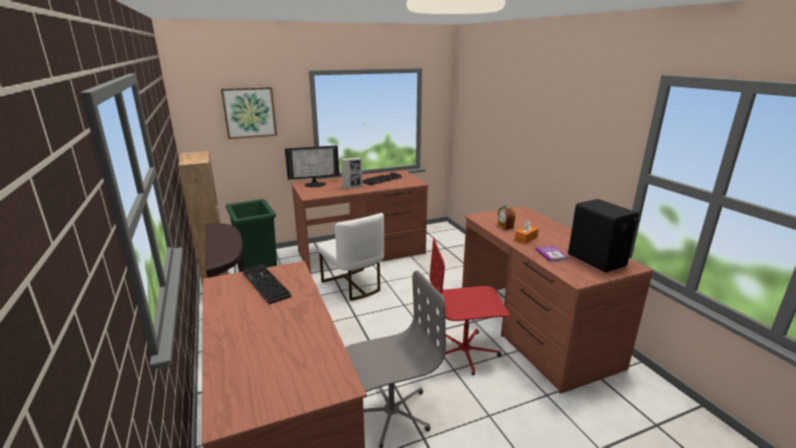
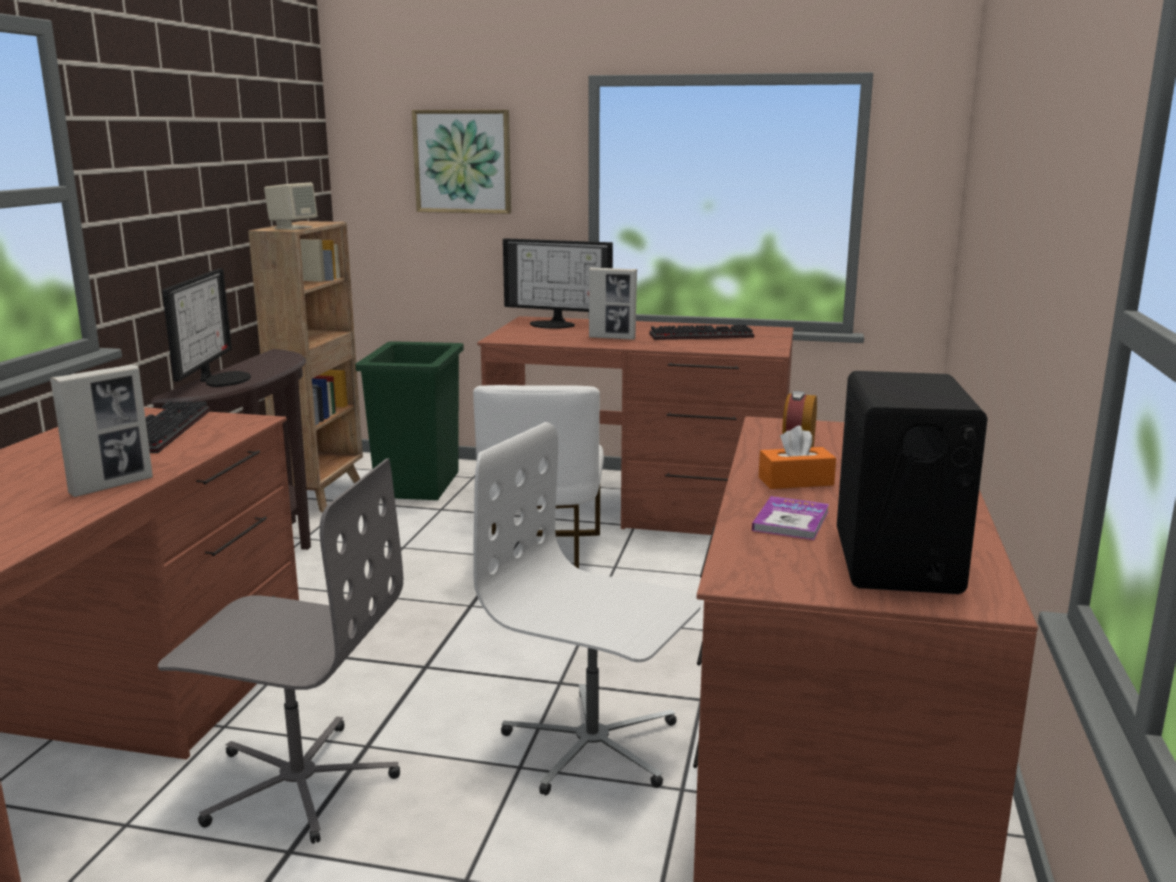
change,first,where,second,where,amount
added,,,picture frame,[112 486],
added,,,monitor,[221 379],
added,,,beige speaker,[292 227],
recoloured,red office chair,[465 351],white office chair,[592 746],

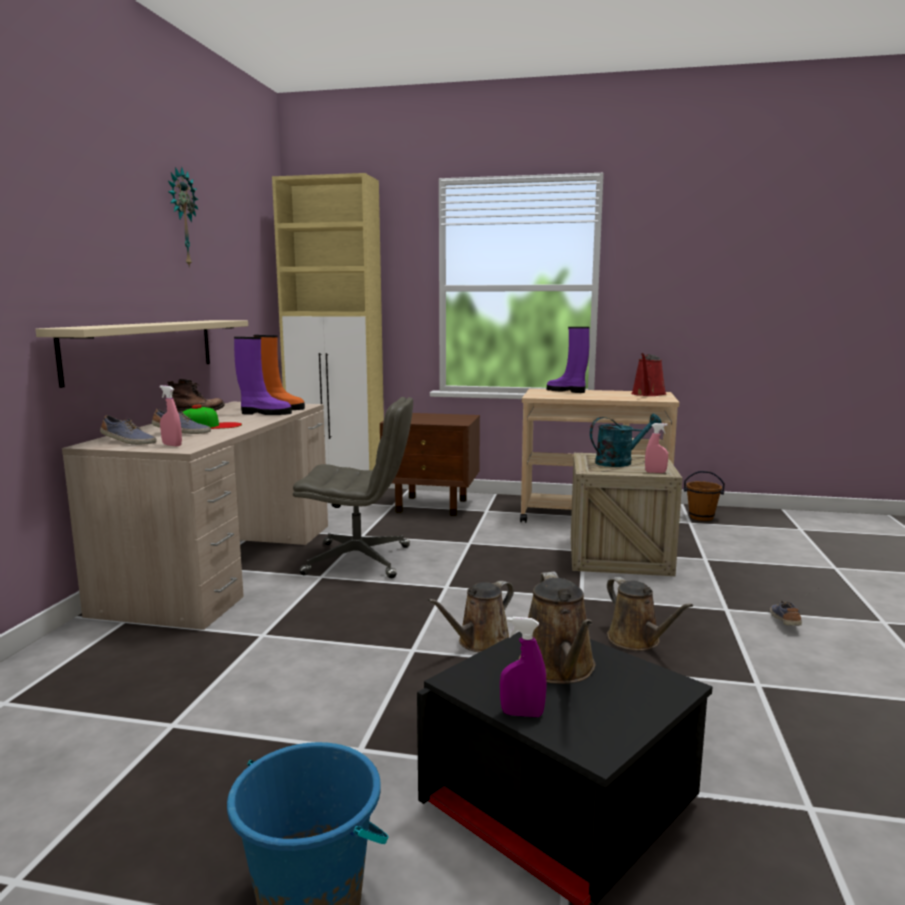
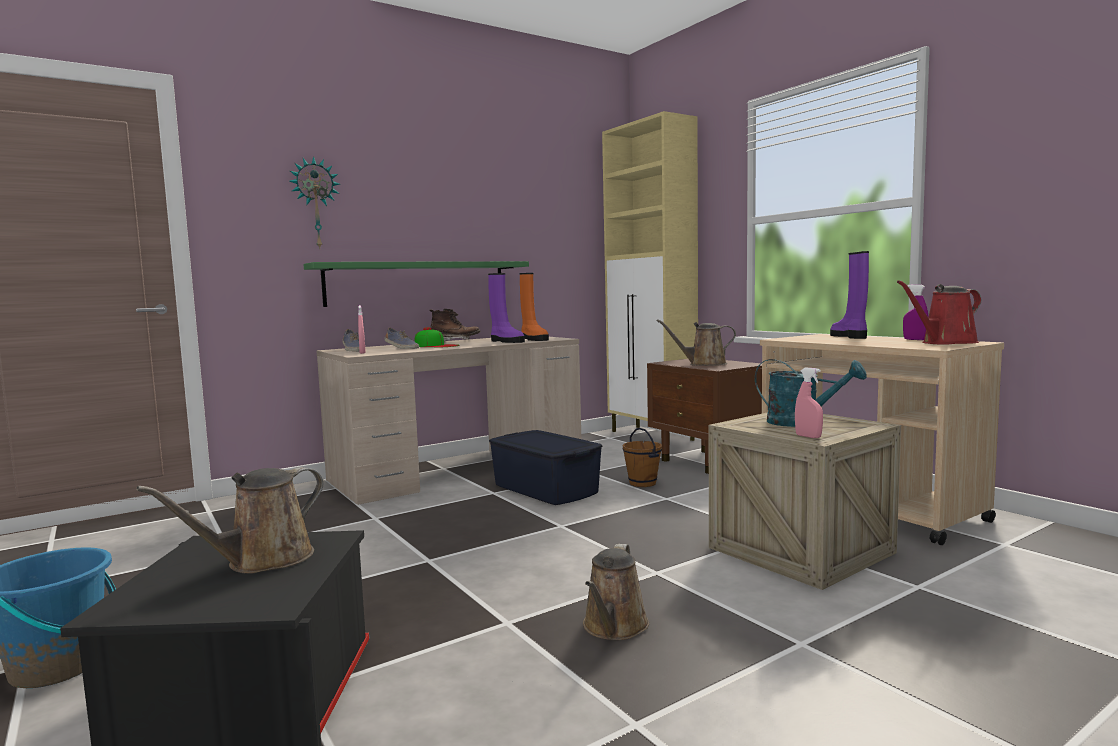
change,first,where,second,where,amount
removed,shoe,[785 622],,,
moved,wall clock,[181 218],,[315 203],
moved,brown watering can,[480 642],,[703 364],
moved,purple spray bottle,[522 714],,[915 339],
moved,brown bucket,[701 517],,[643 483],
replaced,grey office chair,[359 560],blue storage box,[545 489],
recoloured,beige shelf,[143 348],green shelf,[418 283],

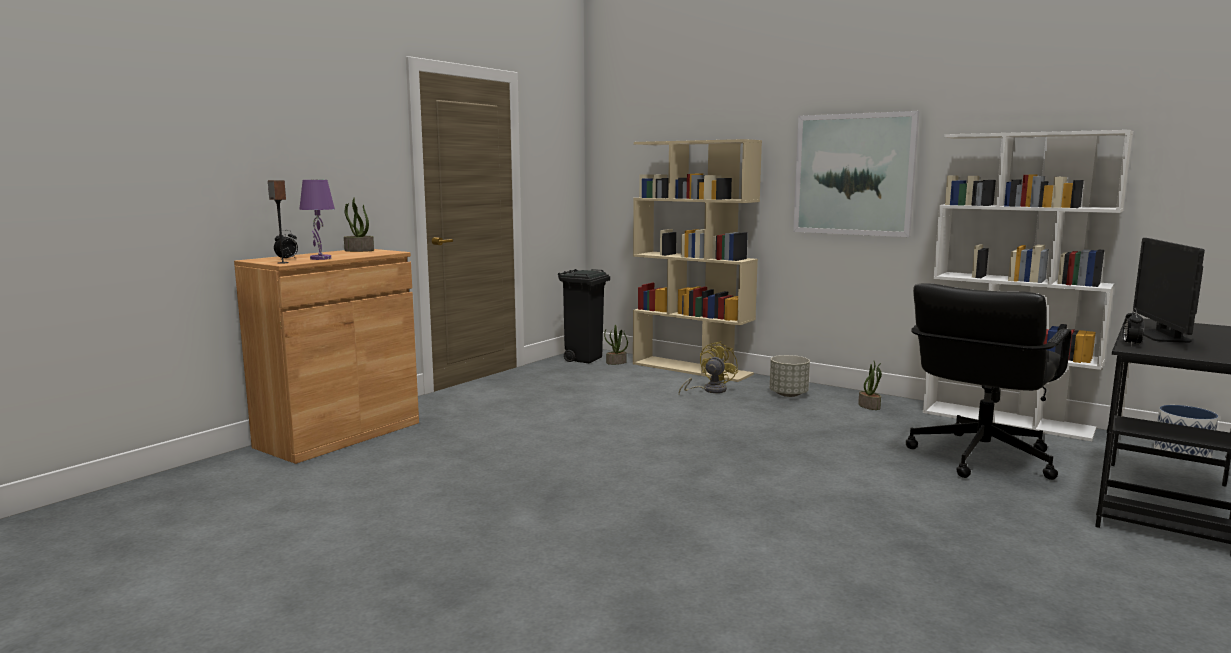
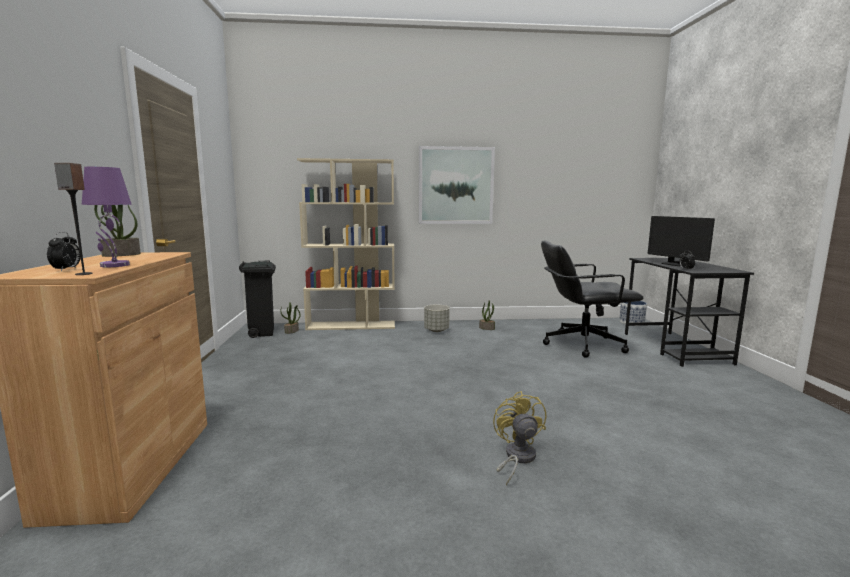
change,first,where,second,where,amount
removed,white bookcase,[1007 420],,,
moved,yellow fan,[709 390],,[517 458],
turned,black office chair,[979 458],,[582 344],90 degrees clockwise

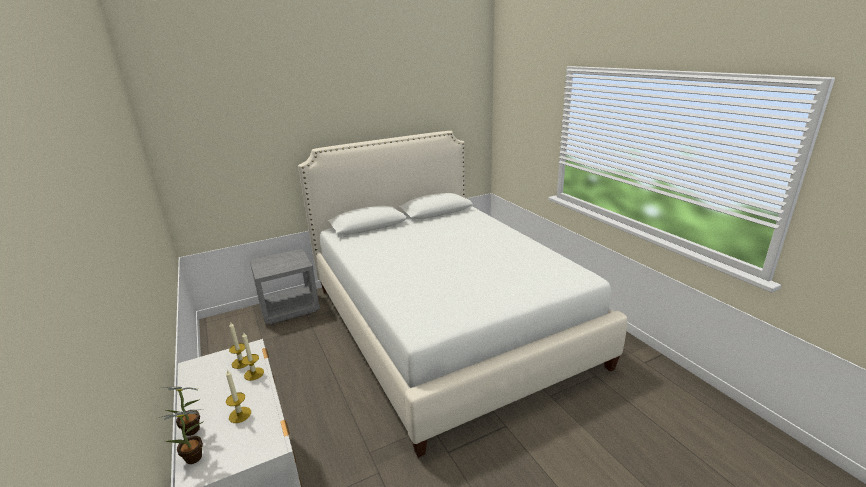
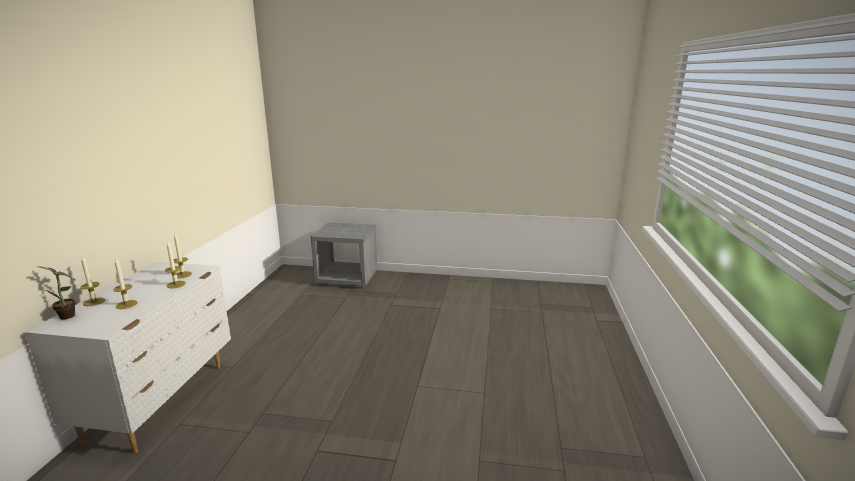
change,first,where,second,where,amount
removed,white bed,[445 323],,,
replaced,potted plant,[194 430],candle,[94 302],

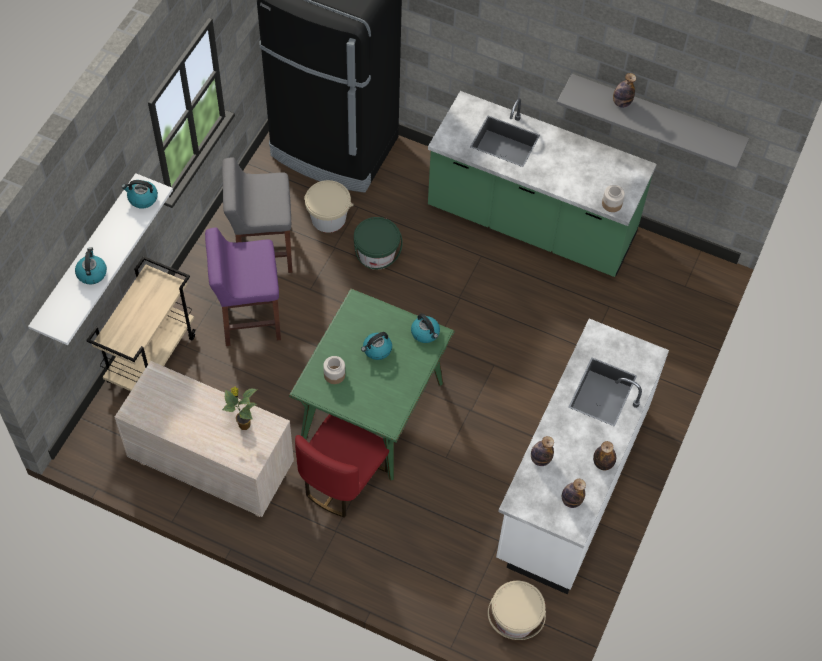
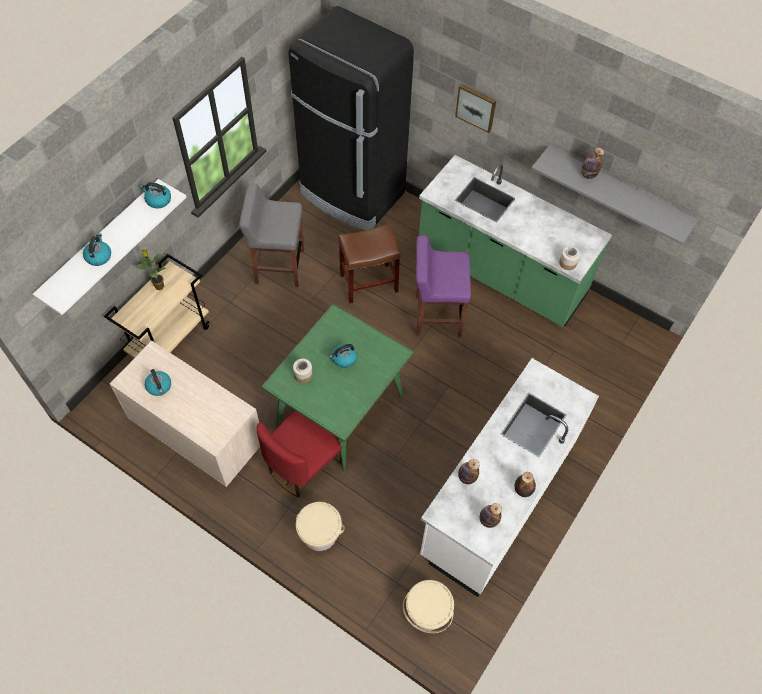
change,first,where,second,where,amount
added,,,picture,[476 107],
moved,purple stool,[249 318],,[436 316],
moved,potted plant,[243 424],,[158 286],
moved,beige bucket,[328 218],,[320 534],
moved,kettle,[425 333],,[159 386],
replaced,green bucket,[376 255],brown stool,[369 282],

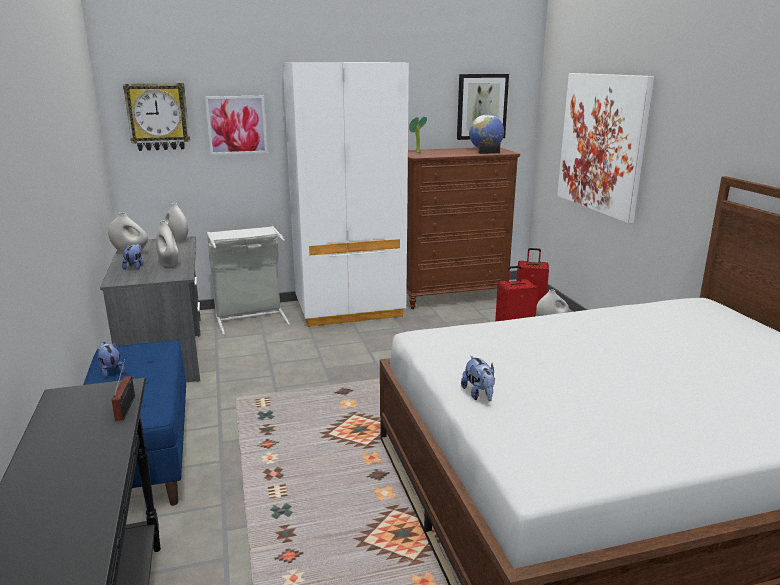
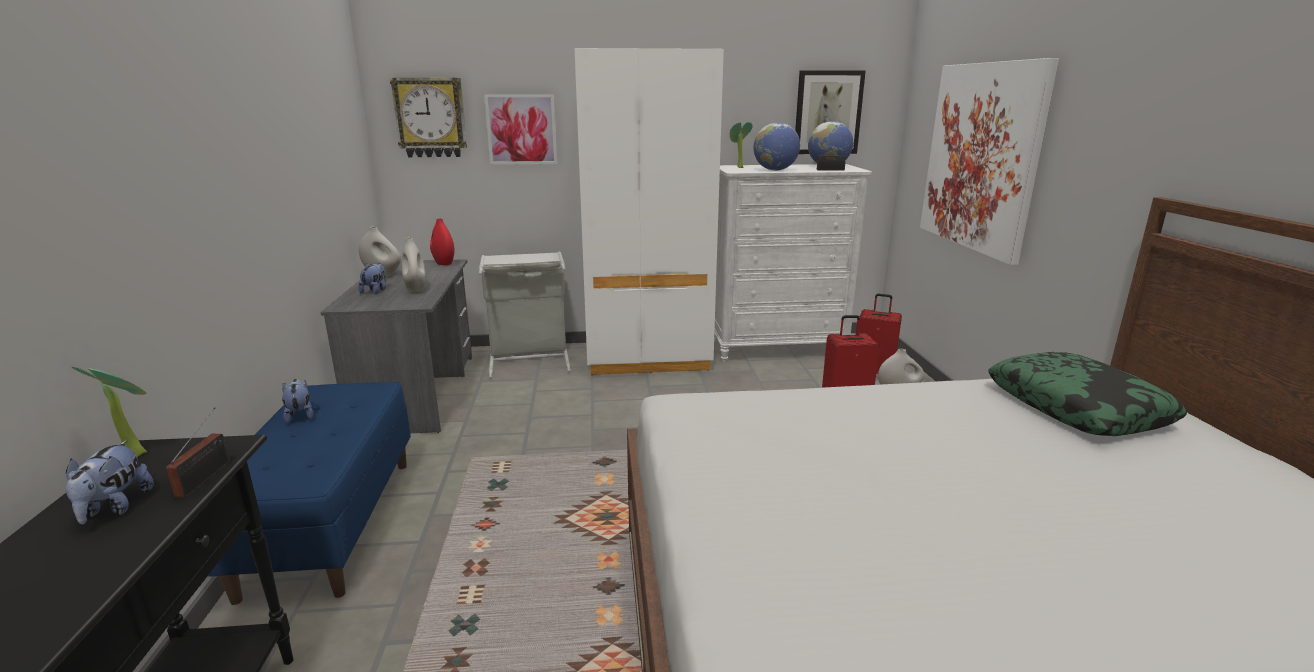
change,first,where,second,where,amount
added,,,potted plant,[135 453],
added,,,globe,[775 170],
added,,,pillow,[1077 407],
moved,plush toy,[479 394],,[115 508],
recoloured,white vase,[177 240],red vase,[443 263],
recoloured,brown dresser,[451 295],white dresser,[777 348],

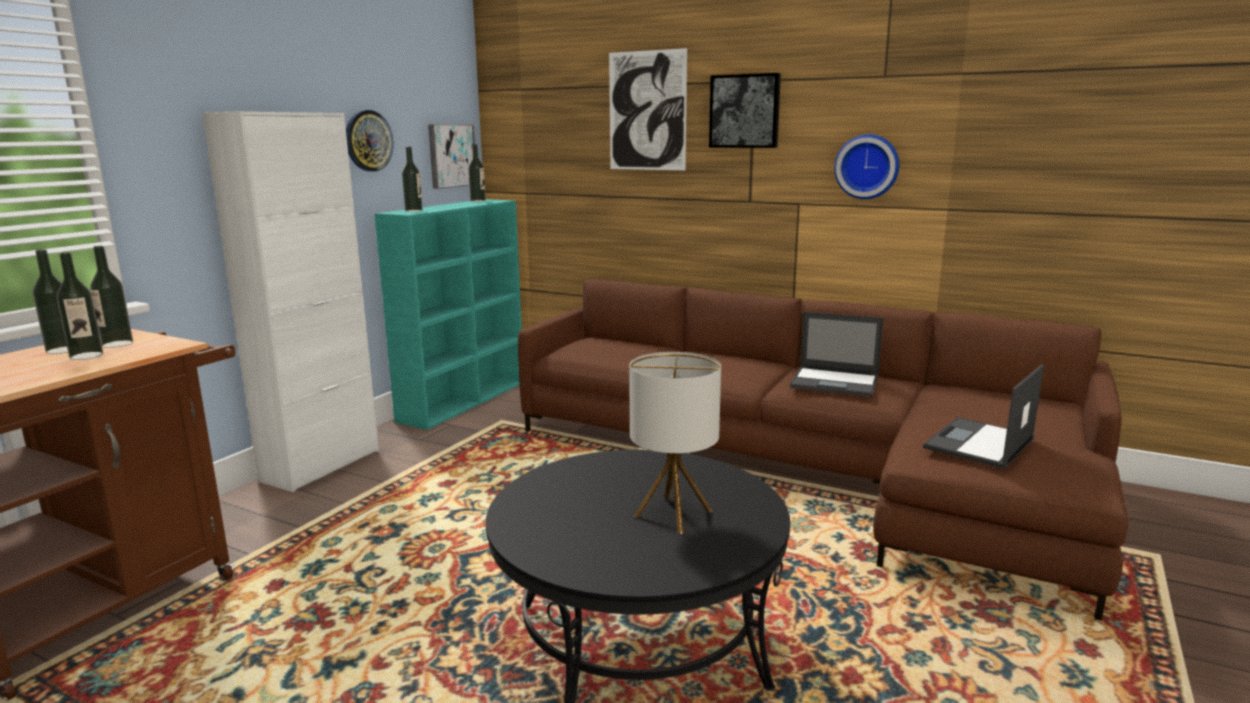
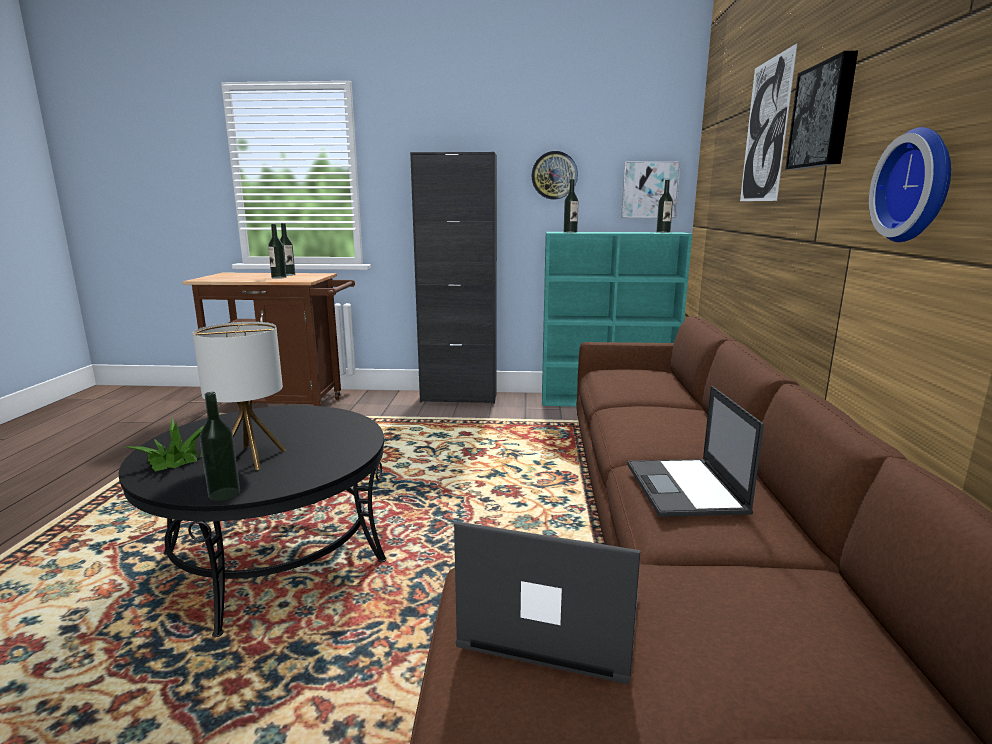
change,first,where,second,where,amount
added,,,potted plant,[175 459],
moved,bottle,[117 344],,[224 494],
recoloured,white cabinet,[321 465],black cabinet,[459 397],

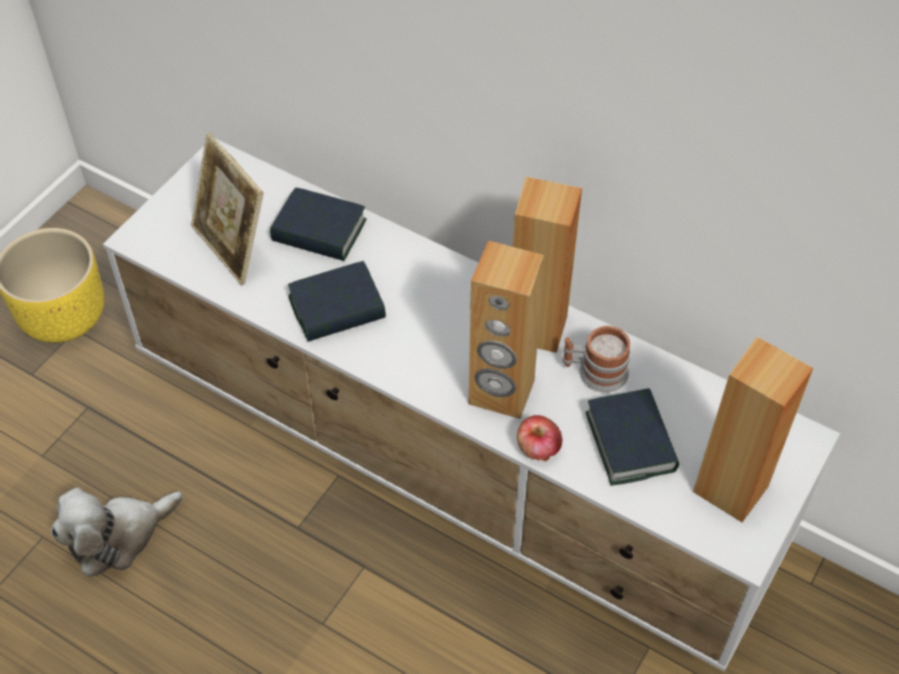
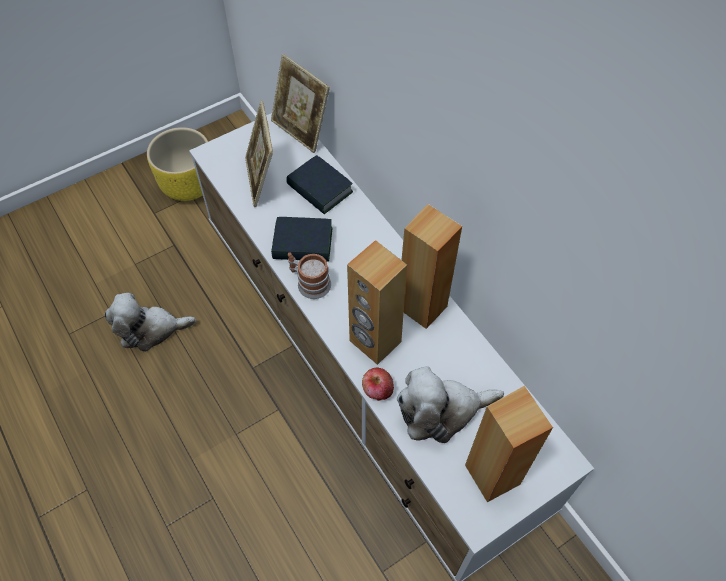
change,first,where,second,where,amount
added,,,picture frame,[301 130],
moved,mug,[594 372],,[309 282],
replaced,book,[630 442],plush toy,[441 411],

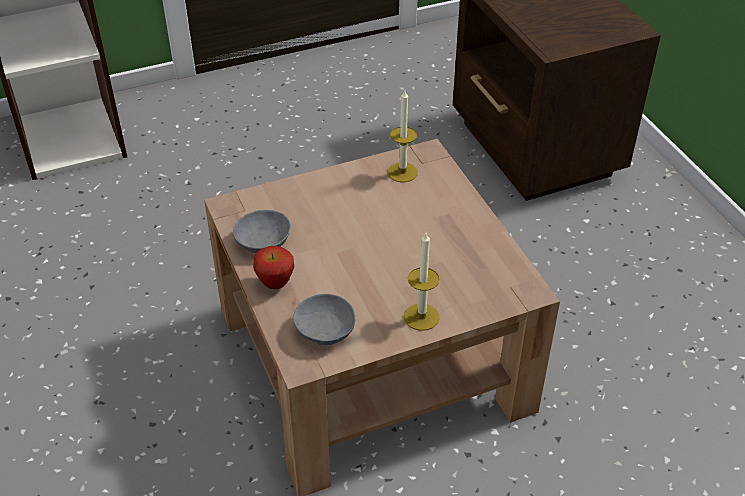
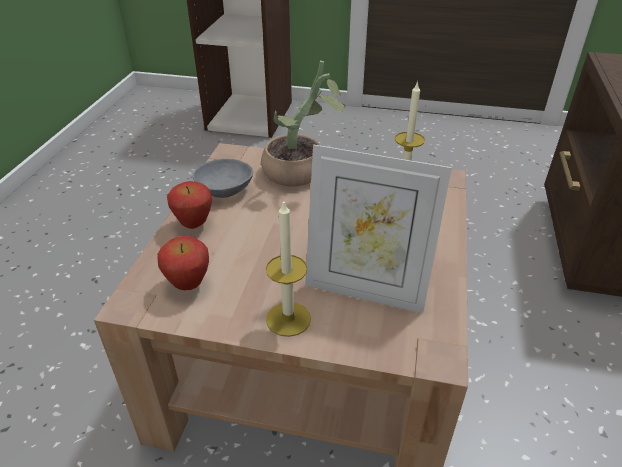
change,first,where,second,where,amount
added,,,potted plant,[301 172],
added,,,picture frame,[365 290],
replaced,grey bowl,[327 330],apple,[188 284],

